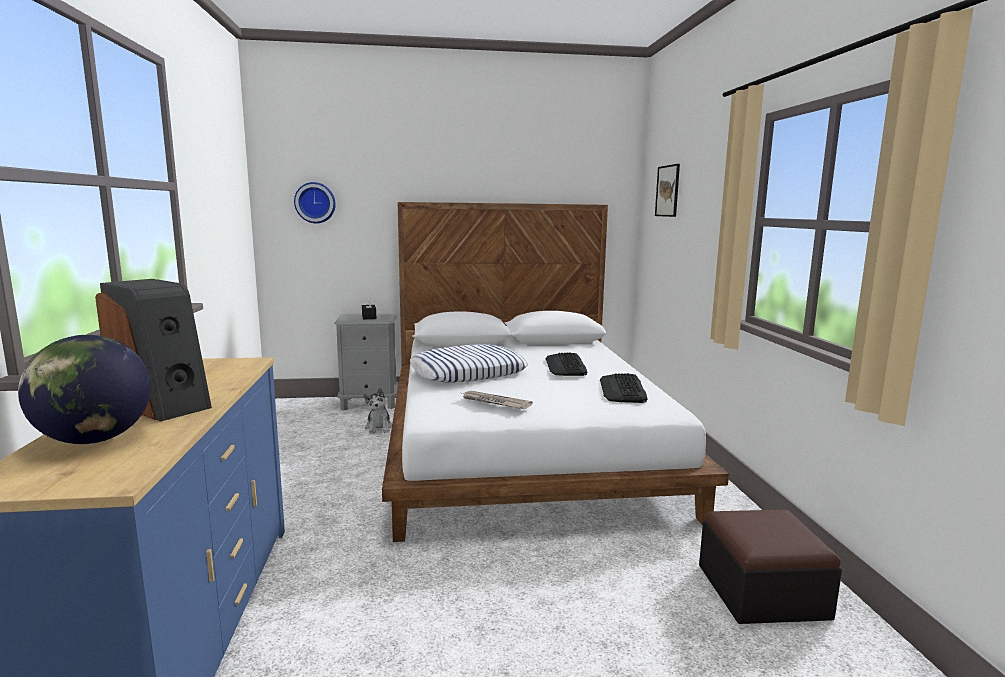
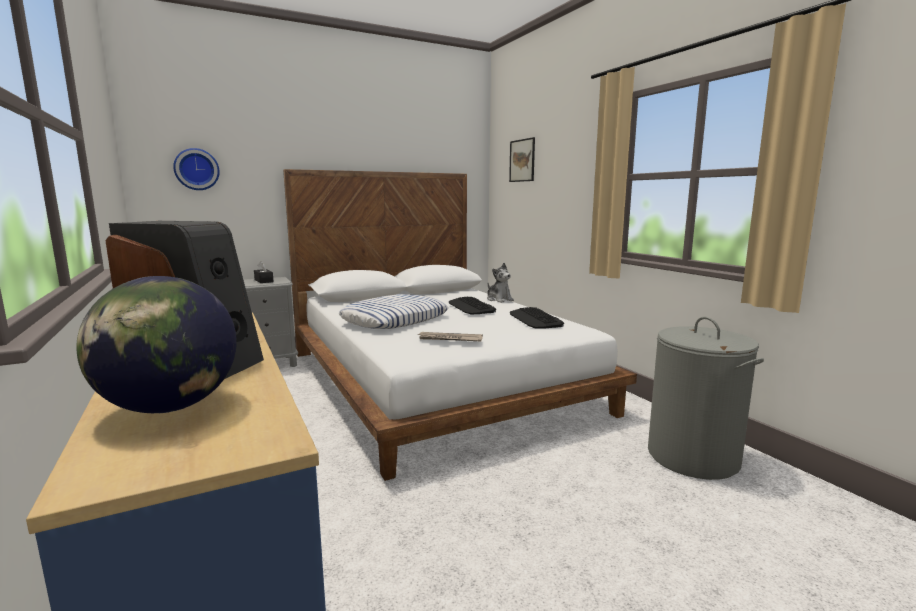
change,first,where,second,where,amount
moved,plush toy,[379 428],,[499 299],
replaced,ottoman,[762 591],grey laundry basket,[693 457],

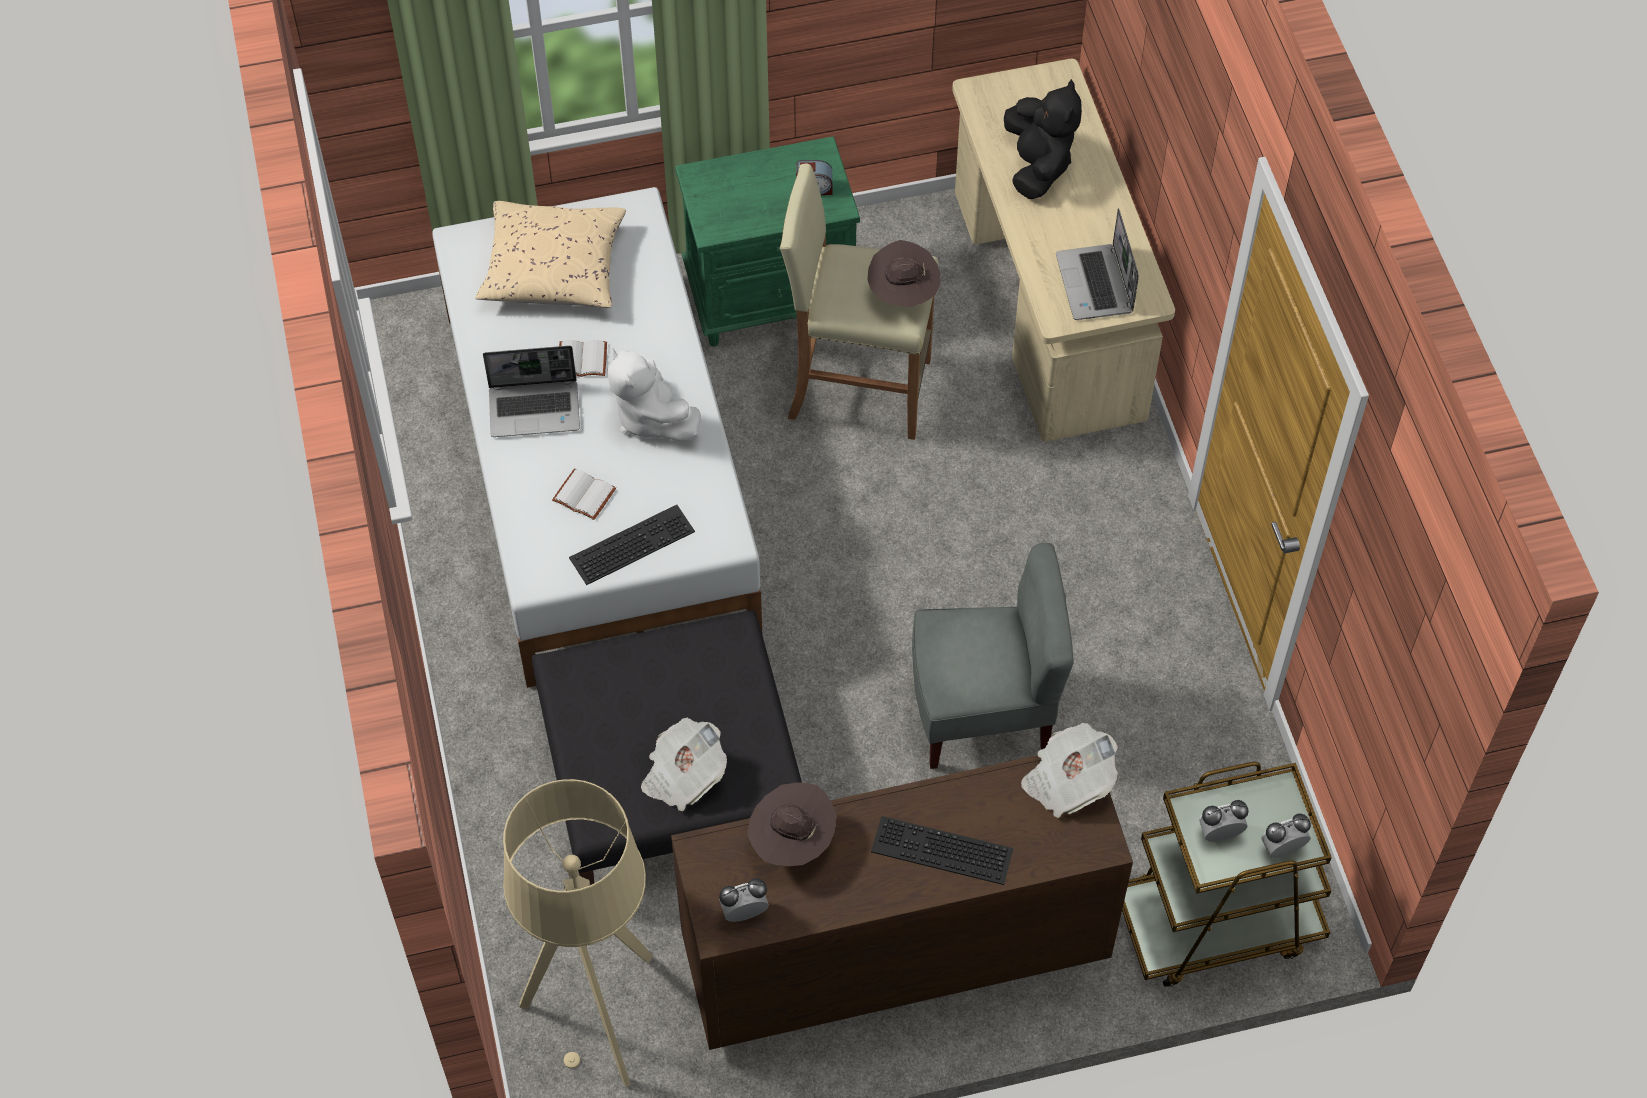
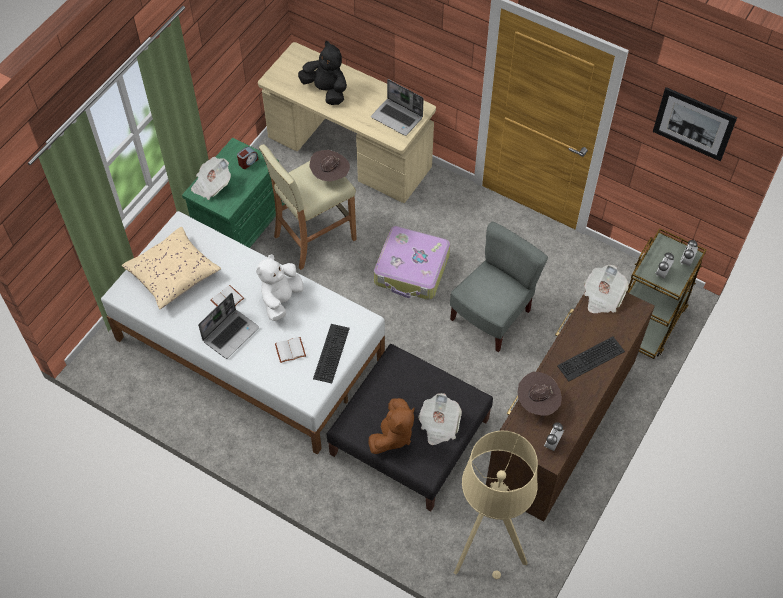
change,first,where,second,where,amount
added,,,newspaper,[211 185],
added,,,brown plush toy,[393 435],
added,,,suitcase,[412 270],
added,,,picture,[694 123],
turned,white plush toy,[650 417],,[281 299],105 degrees clockwise

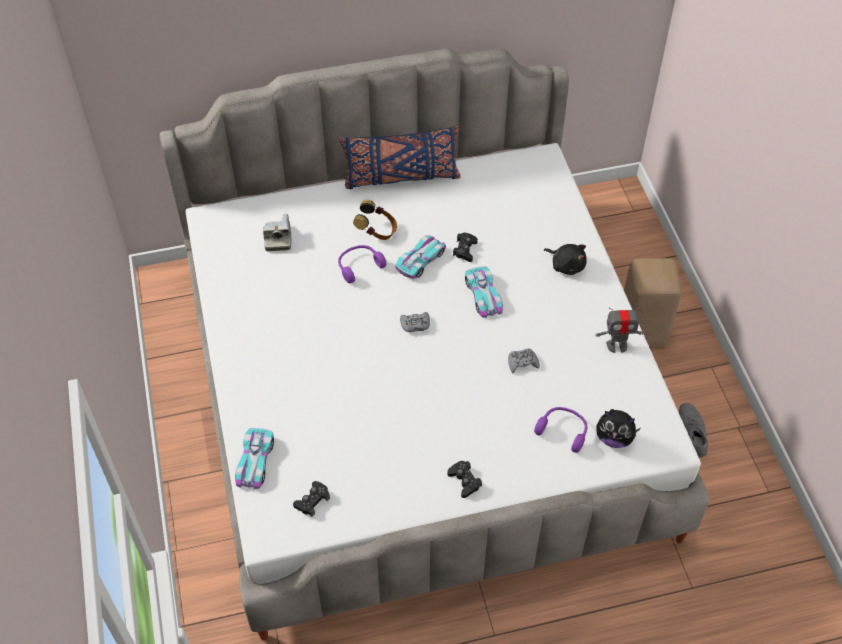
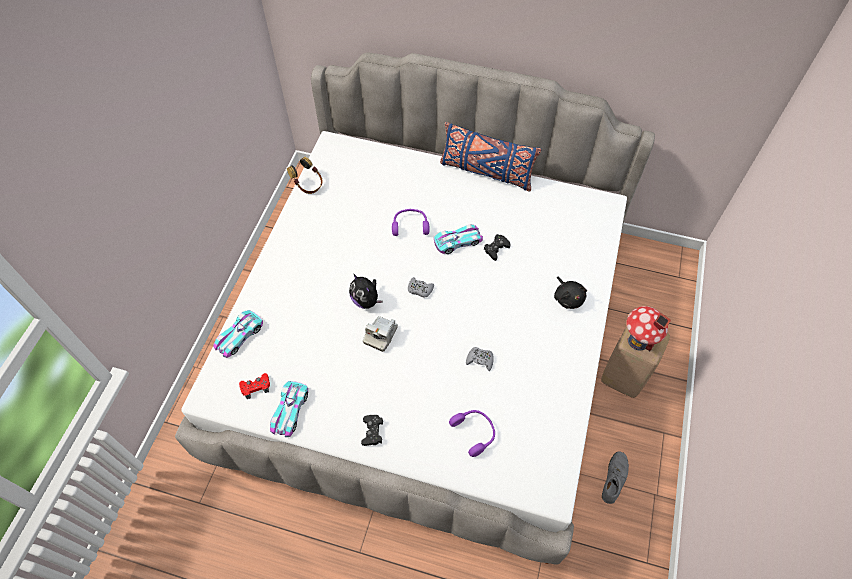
change,first,where,second,where,amount
removed,toy robot,[617 345],,,
added,,,toy house,[638 341],
moved,photo camera,[278 238],,[380 335],
moved,headphones,[377 231],,[308 184],
moved,toy car,[483 295],,[290 410],
moved,plush toy,[614 438],,[366 300],
recoloured,black game controller,[312 501],red game controller,[256 387],

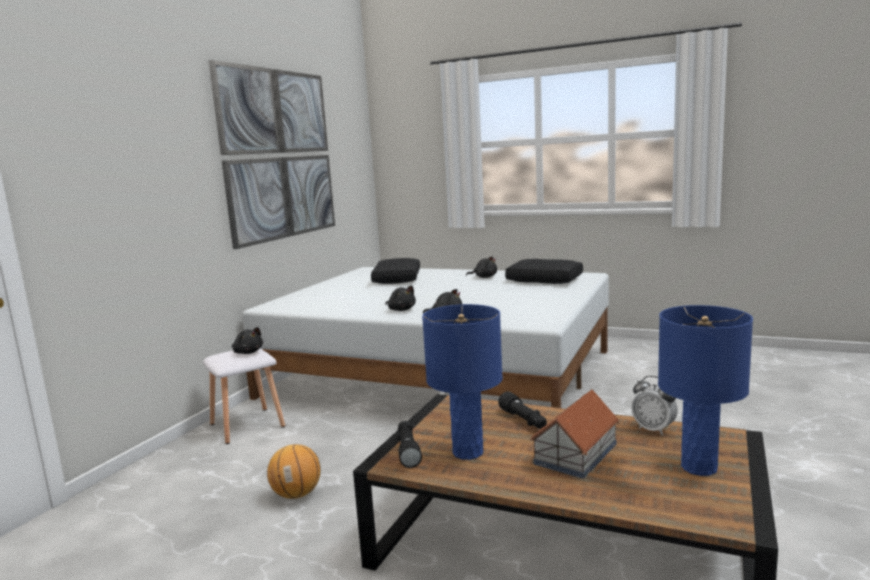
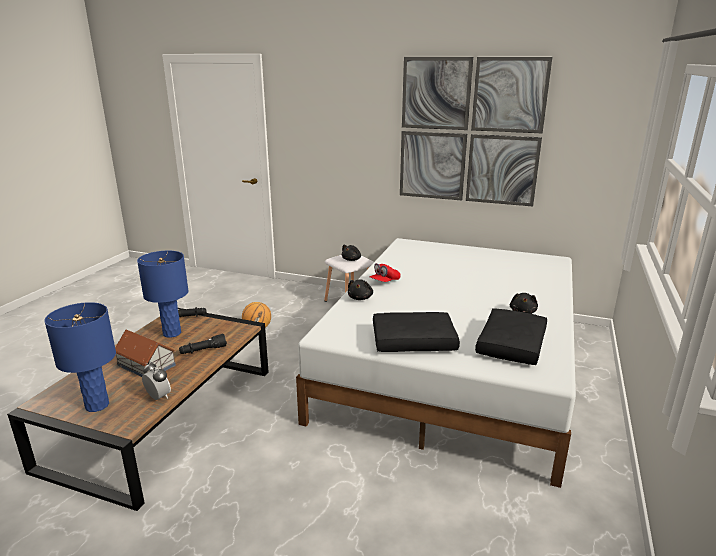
change,first,where,second,where,amount
moved,black pillow,[396 279],,[414 340],
replaced,black plush toy,[401 310],red cap,[384 282],
turned,alarm clock,[653 429],,[158 397],90 degrees clockwise

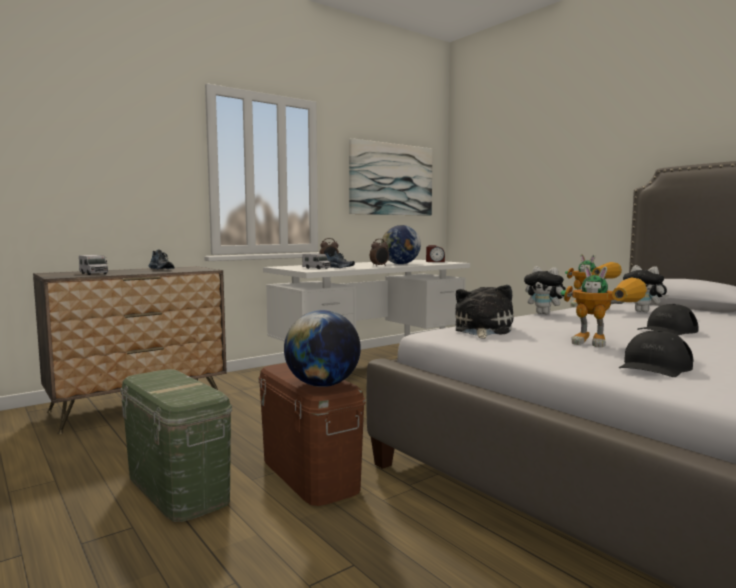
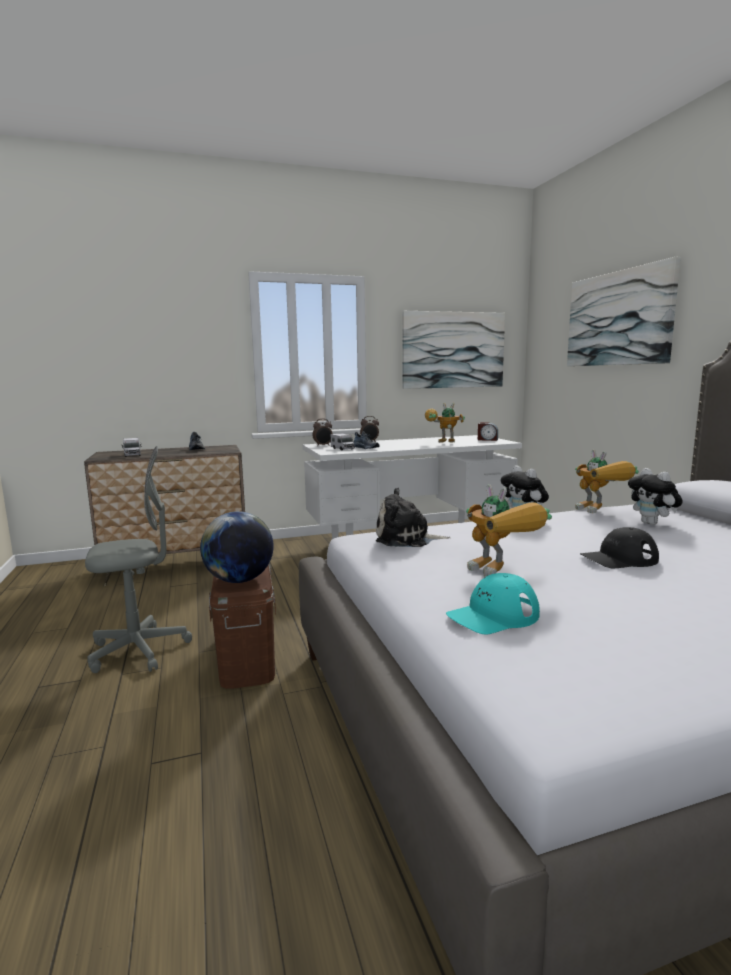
change,first,where,second,where,amount
added,,,picture,[618 318],
moved,alarm clock,[379 266],,[323 445],
replaced,green storage box,[178 488],grey office chair,[139 650],
replaced,globe,[400 264],toy robot,[440 443],
recoloured,black cap,[654 367],turquoise cap,[493 615],
turned,plush toy,[482 330],,[407 539],120 degrees counterclockwise

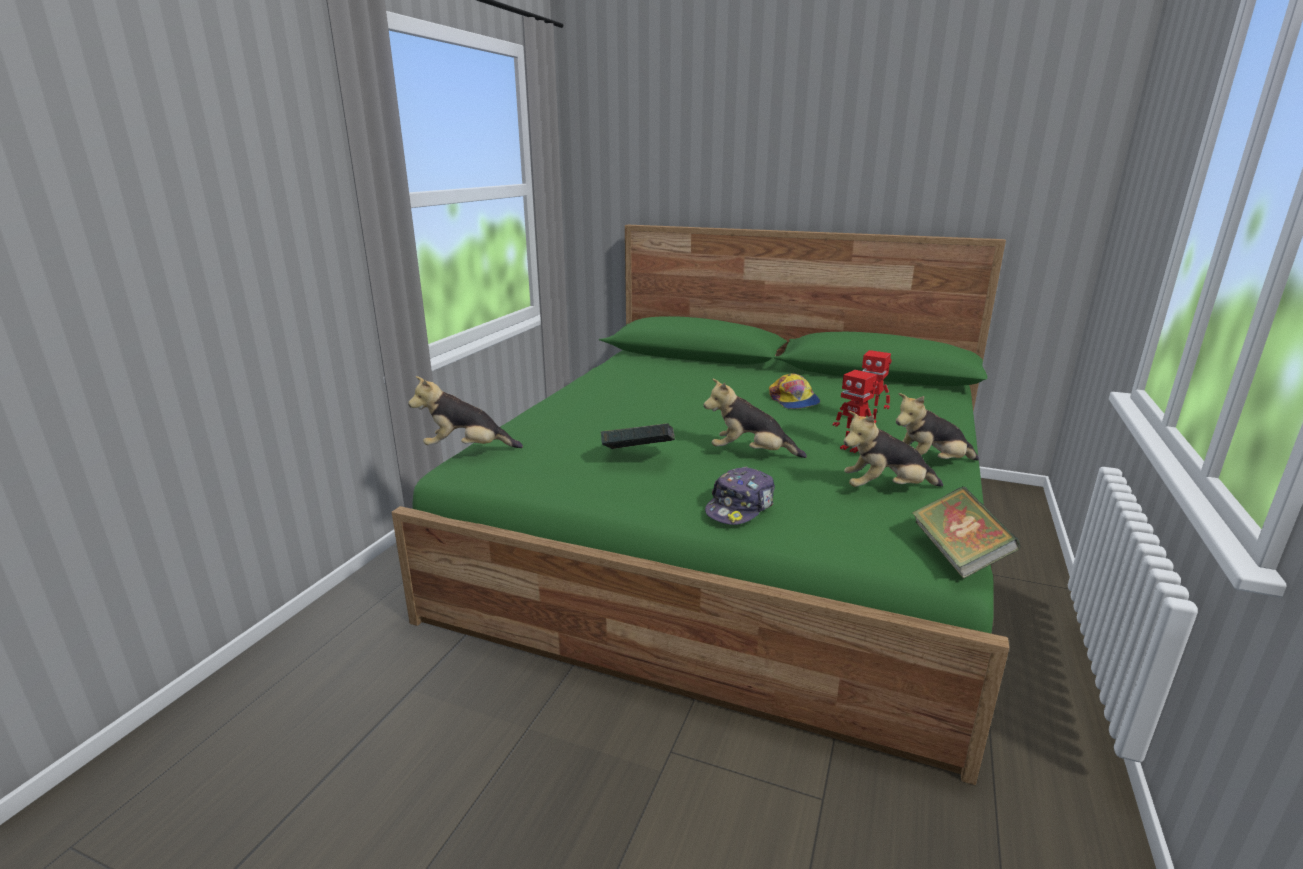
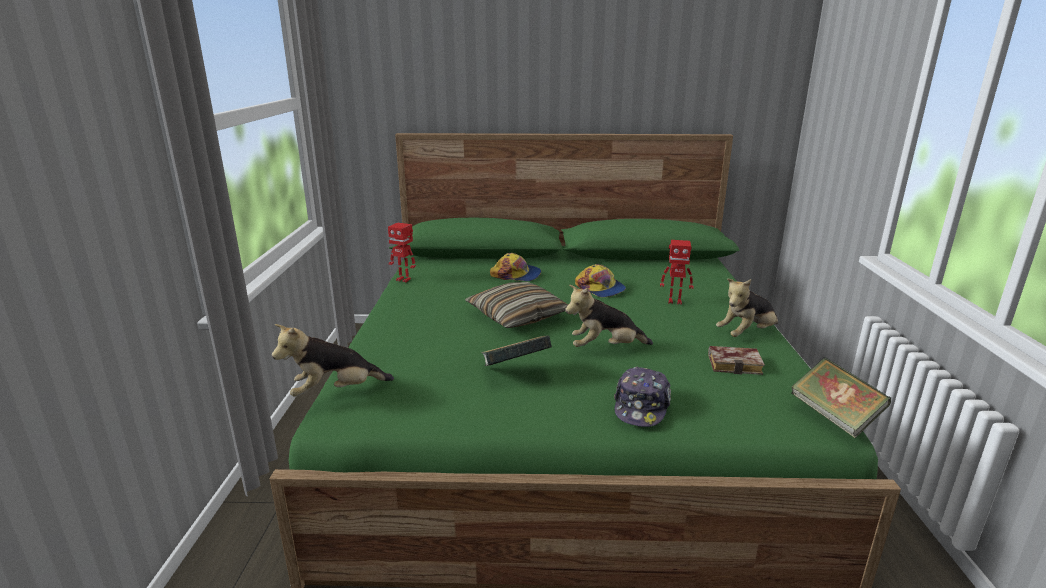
change,first,where,second,where,amount
added,,,pillow,[517 316],
added,,,cap,[516 275],
moved,toy robot,[851 448],,[404 279],
replaced,plush toy,[885 489],book,[736 364],

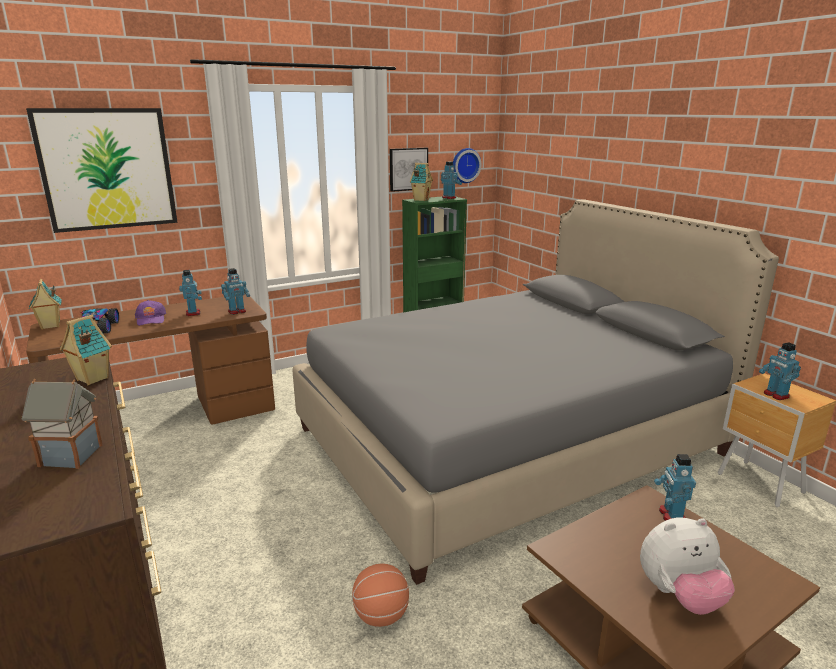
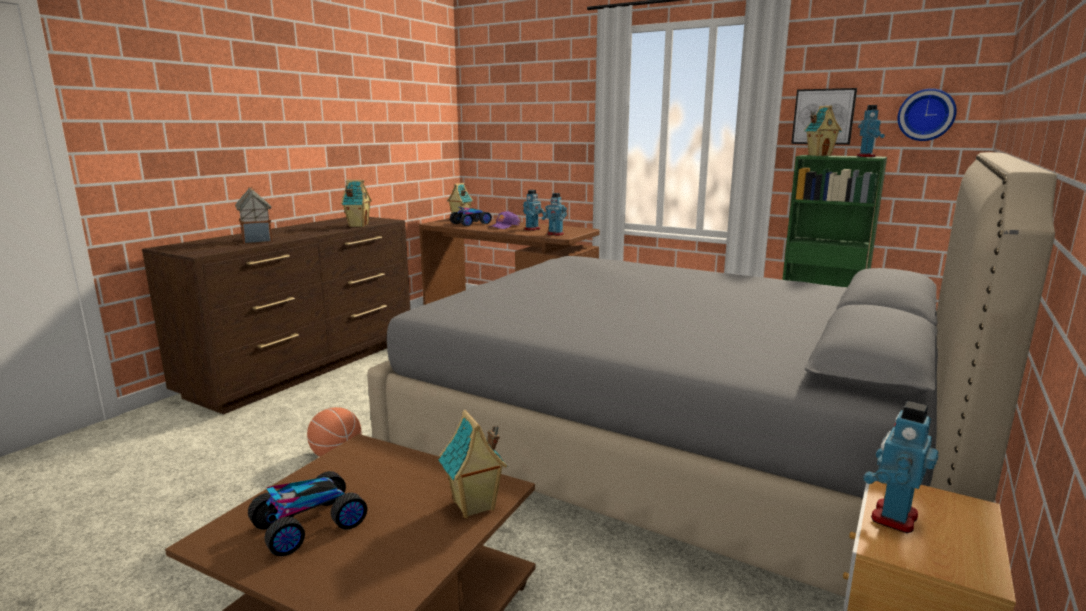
change,first,where,second,where,amount
removed,picture,[107 169],,,
replaced,plush toy,[679 596],toy car,[310 525],
replaced,toy robot,[671 515],toy house,[474 506],

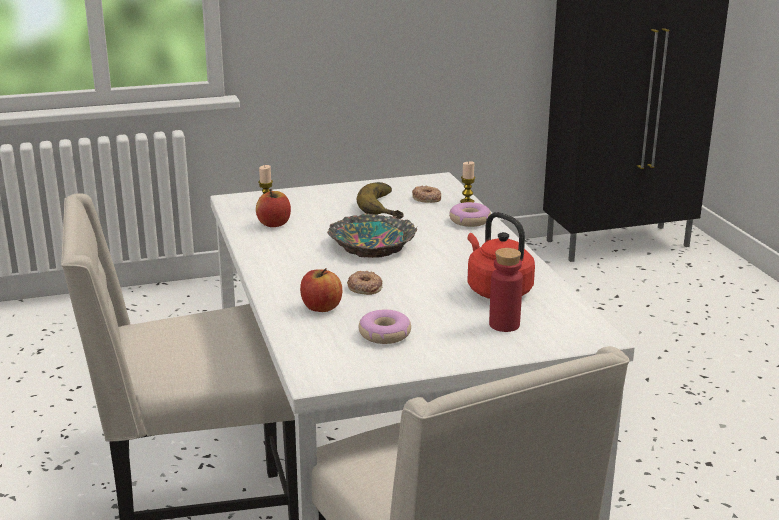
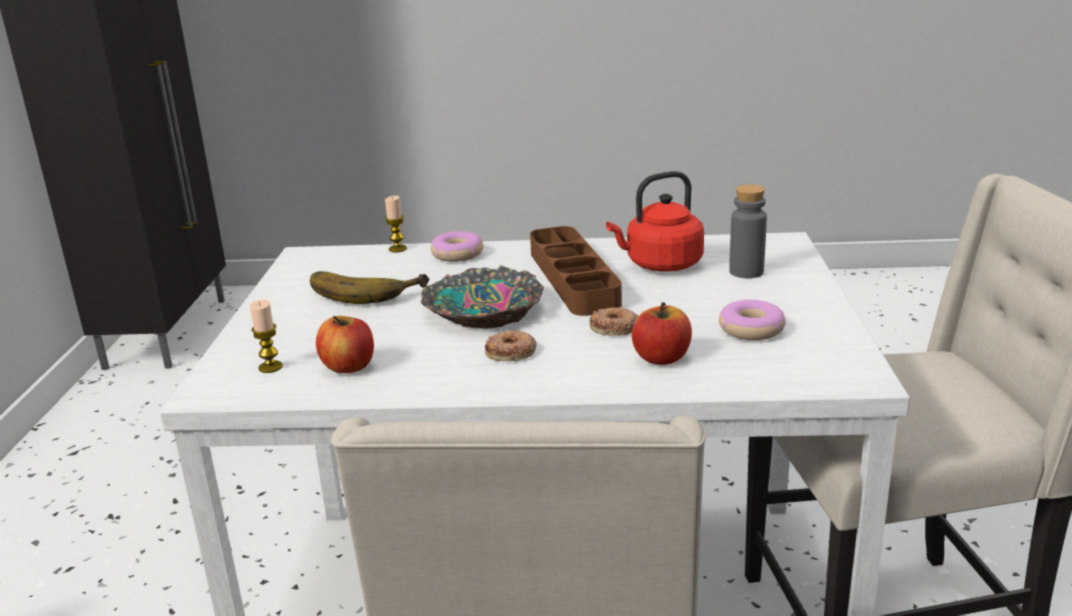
change,first,where,second,where,amount
added,,,brown tray,[573 278],
moved,donut,[426 198],,[511 352],
recoloured,red bottle,[504 325],grey bottle,[746 272],

